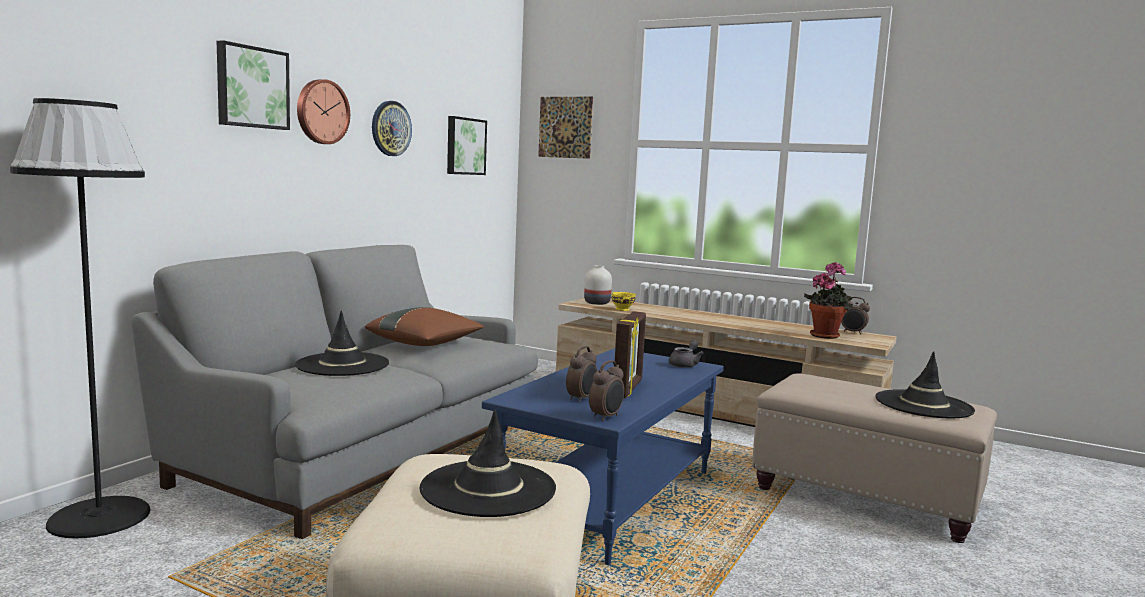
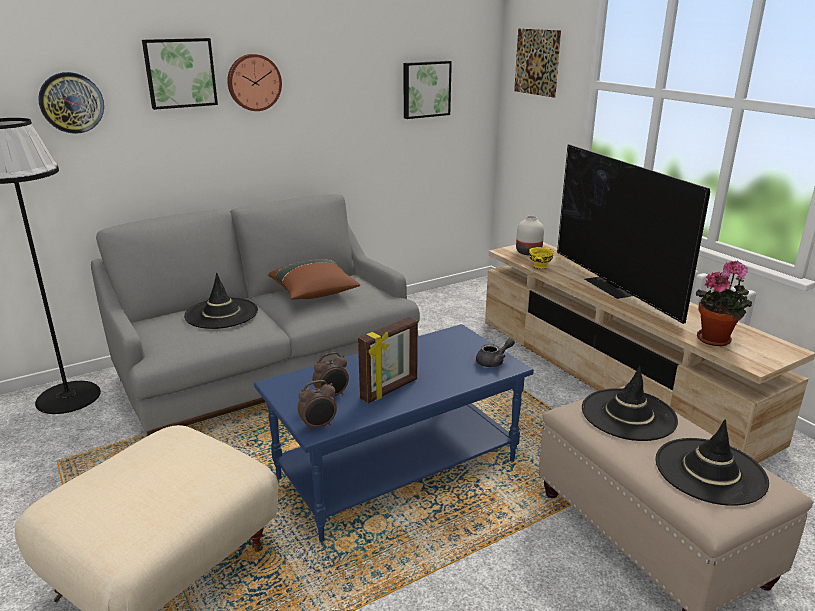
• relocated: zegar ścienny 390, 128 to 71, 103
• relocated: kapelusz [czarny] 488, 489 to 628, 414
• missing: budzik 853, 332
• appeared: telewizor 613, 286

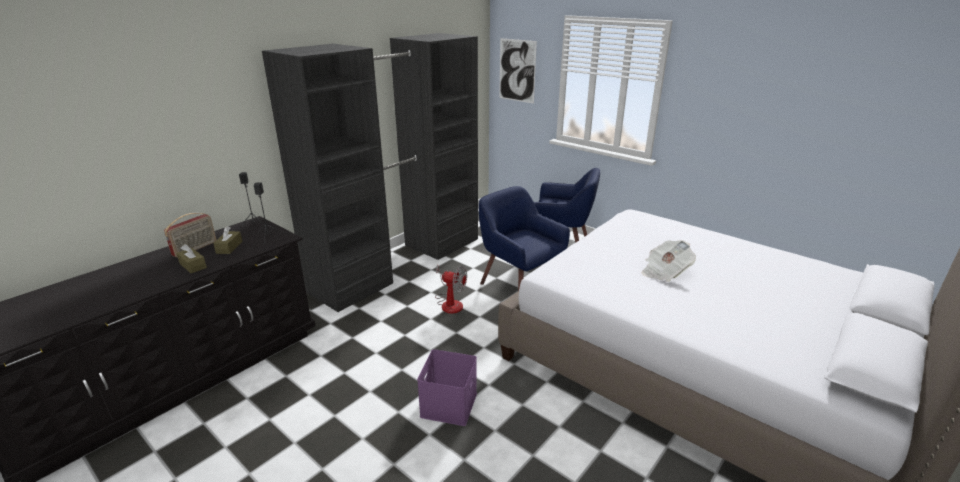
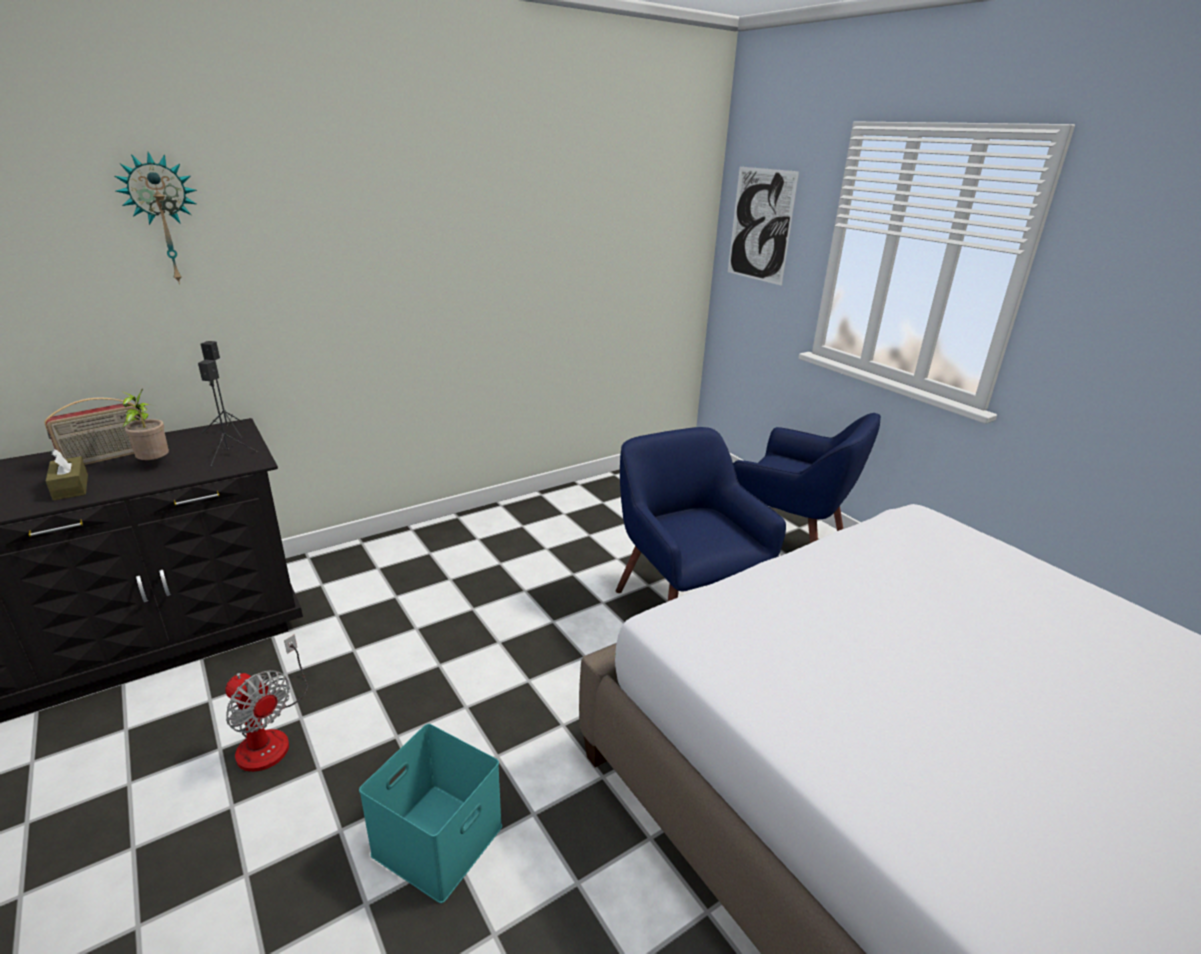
• exchanged: pudełko chusteczek [brązowy] 229, 247 to roślina doniczkowa 154, 464
• missing: szafa [czarny] 400, 262
• colour: pojemnik do przechowywania [fioletowy] 449, 405 to pojemnik do przechowywania [turkusowy] 438, 843
• relocated: wentylator 450, 303 to 270, 736
• missing: gazeta 664, 272
• appeared: zegar ścienny 163, 219

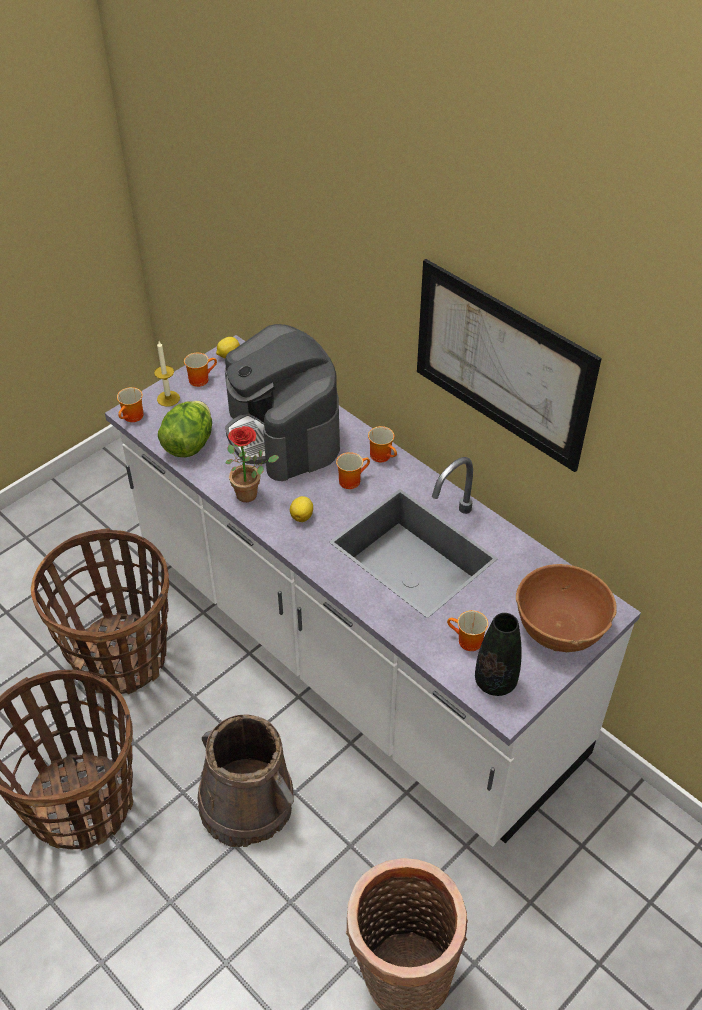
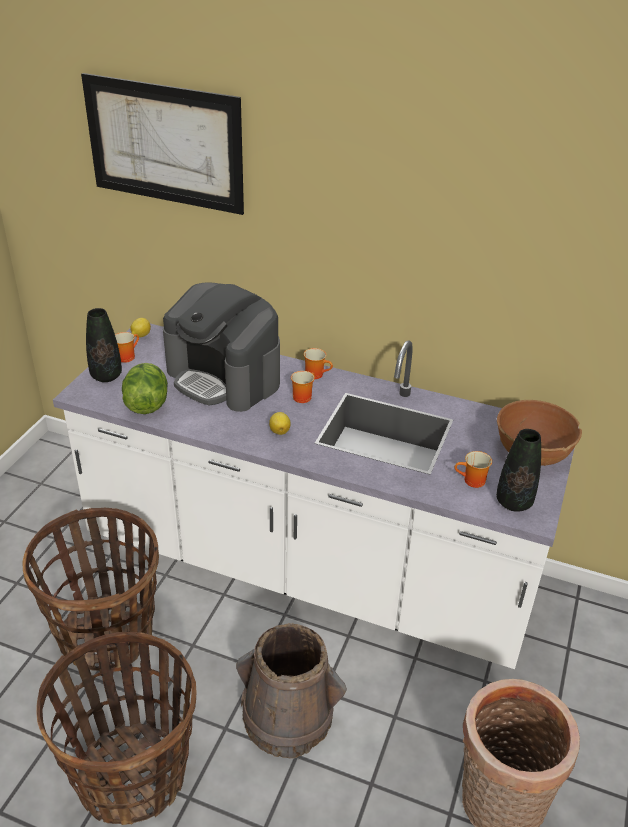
• missing: kubek 133, 417
• exchanged: świeca 168, 398 to wazon [czarny] 106, 376
• missing: roślina doniczkowa 251, 494
• relocated: obraz 501, 364 to 164, 144

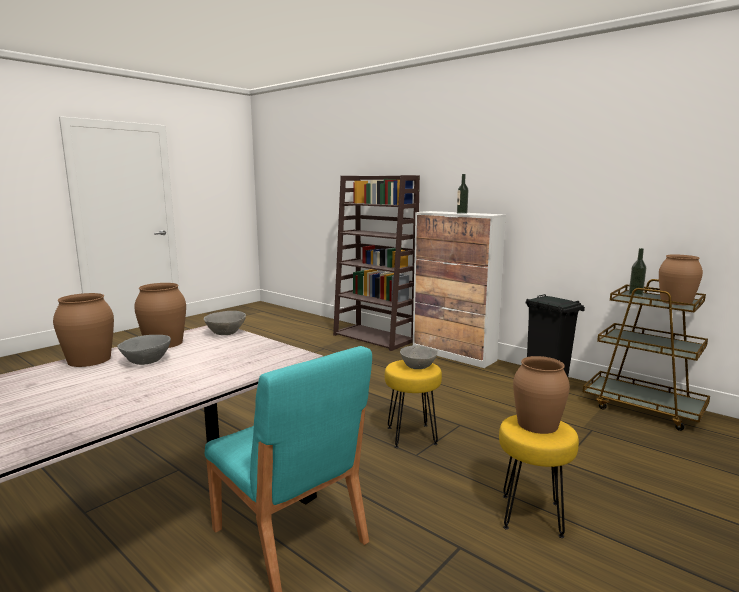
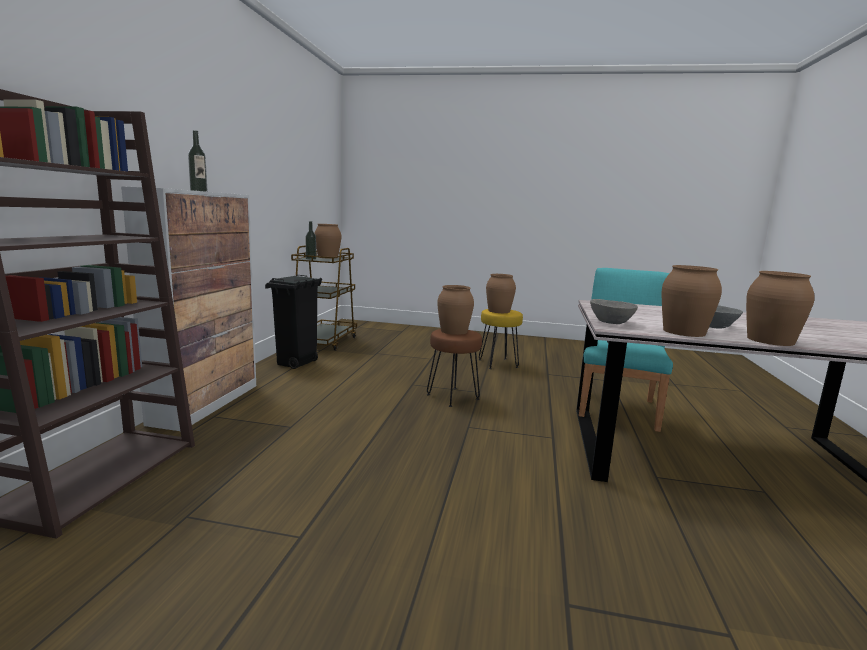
• colour: stołek [żółty] 412, 436 to stołek [brązowy] 452, 396
• exchanged: miska [szary] 418, 367 to wazon [brązowy] 454, 331

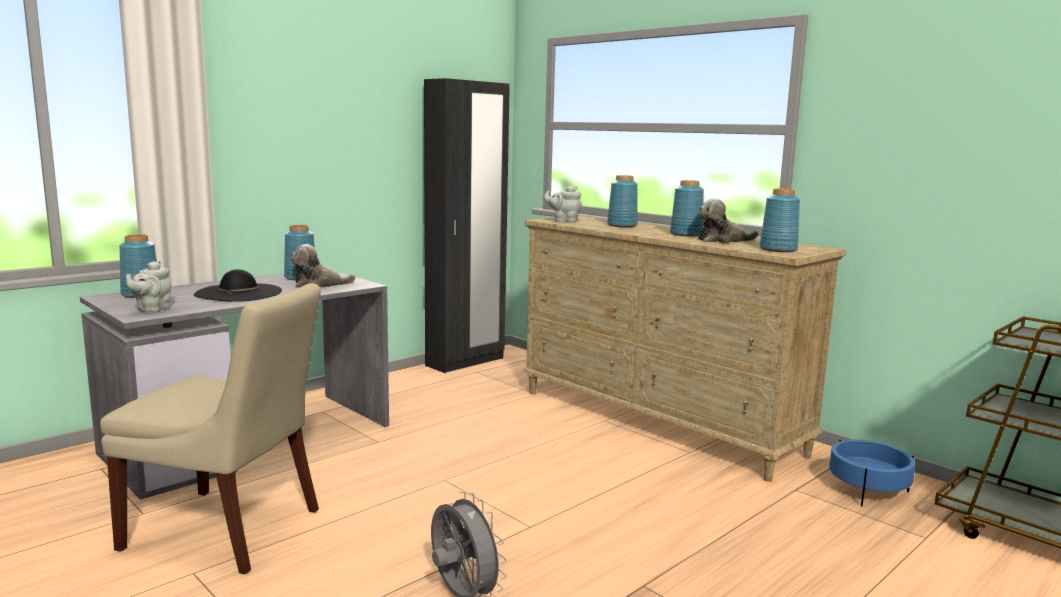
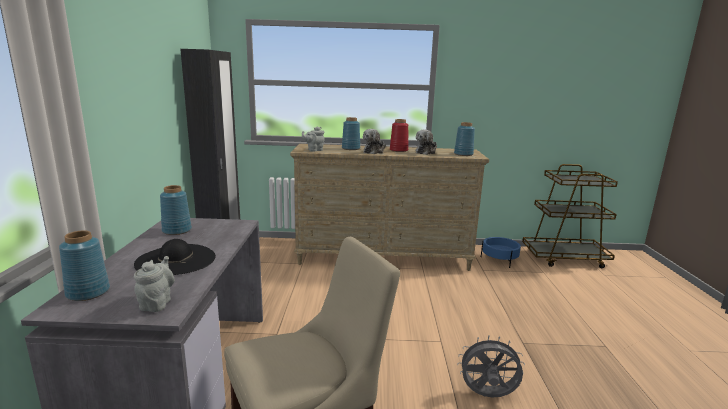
• spun: imbryk [szary] 151, 309 = 157, 303 150 degrees counterclockwise
• relocated: pluszak 319, 284 to 374, 151
• colour: wazon [niebieski] 685, 234 to wazon [czerwony] 398, 150

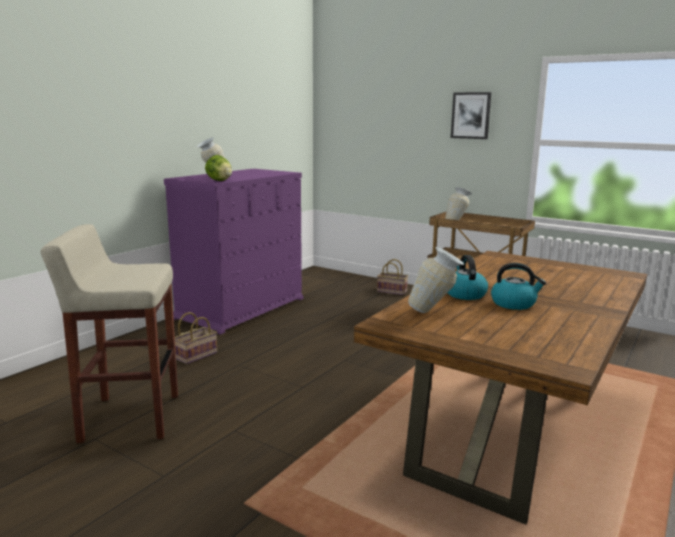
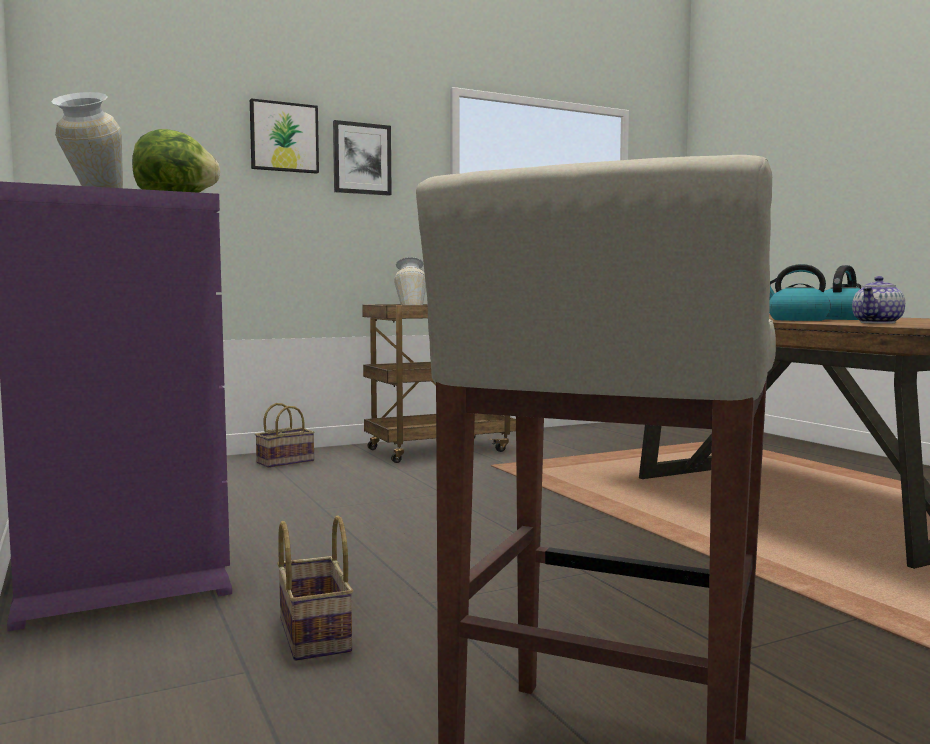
• exchanged: wazon 435, 312 to imbryk 878, 323
• appeared: obraz 284, 137

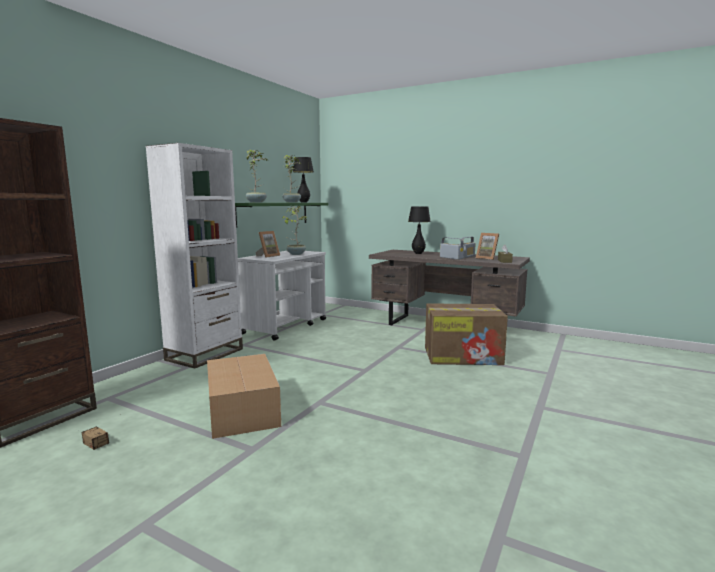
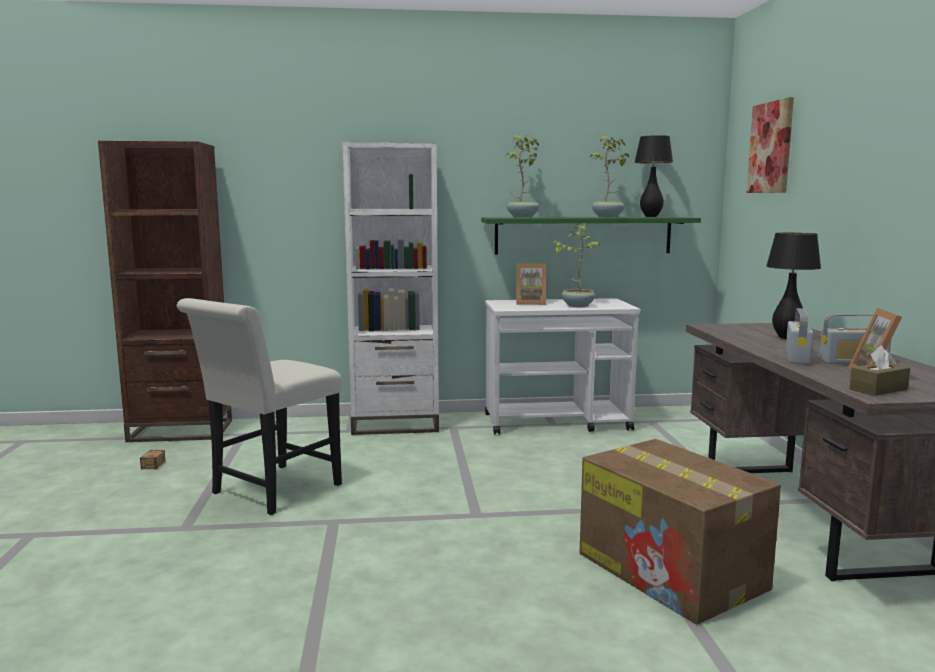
• exchanged: karton 242, 410 to krzesło [biały] 270, 492
• appeared: obraz 771, 147

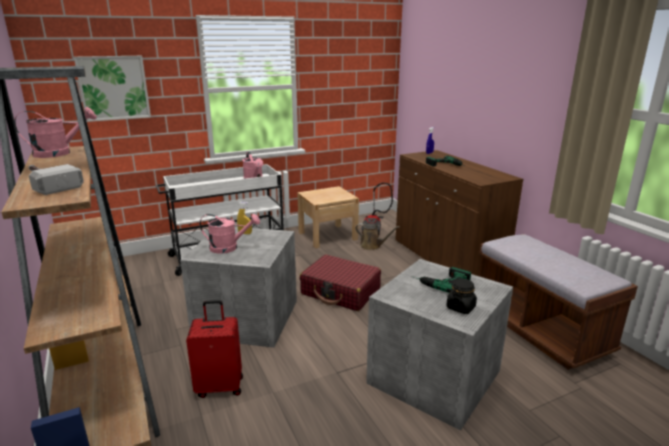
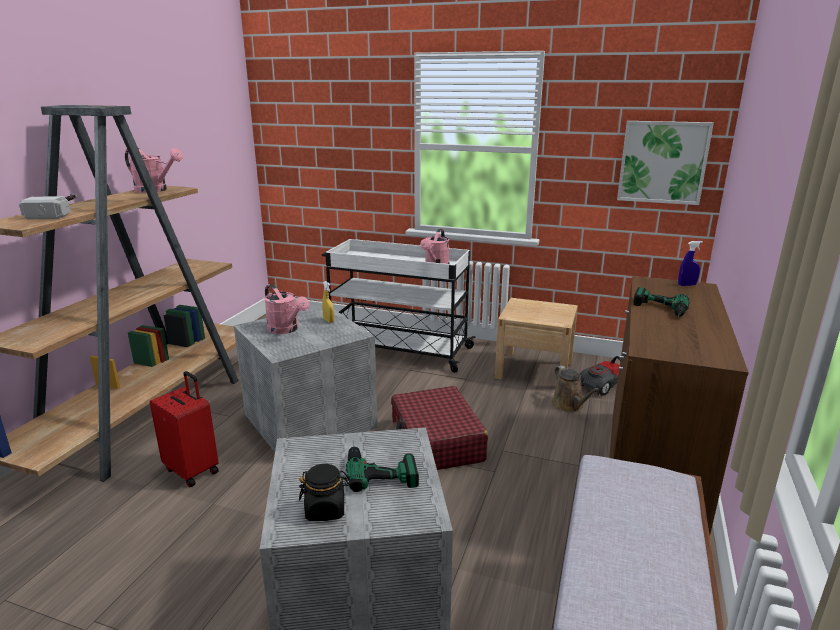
• relocated: obraz 114, 88 to 662, 162

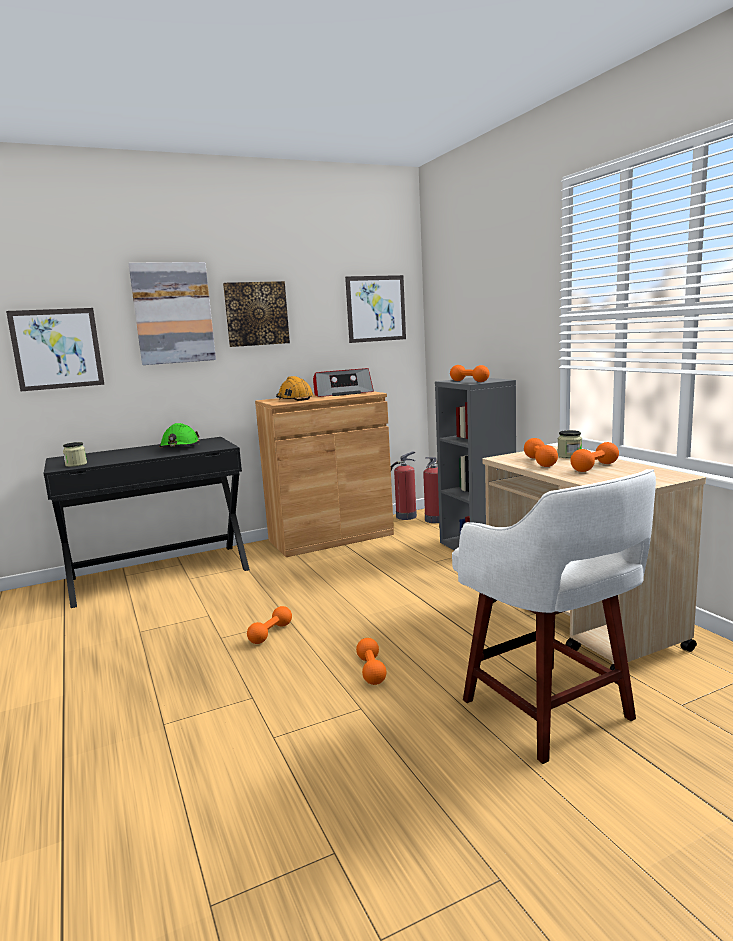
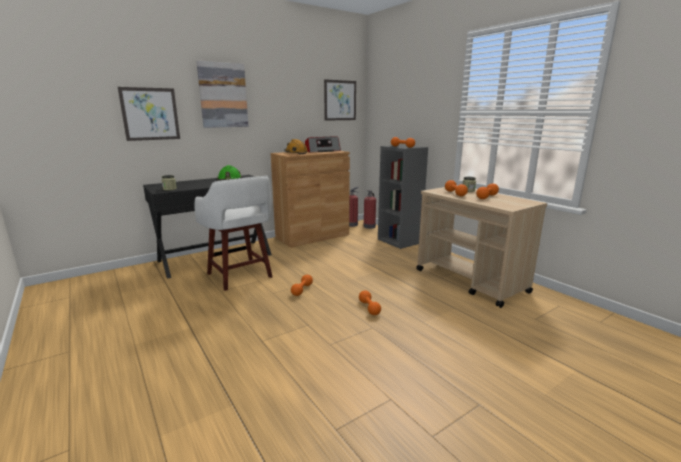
• missing: obraz 256, 314
• relocated: stołek [biały] 551, 712 to 240, 276

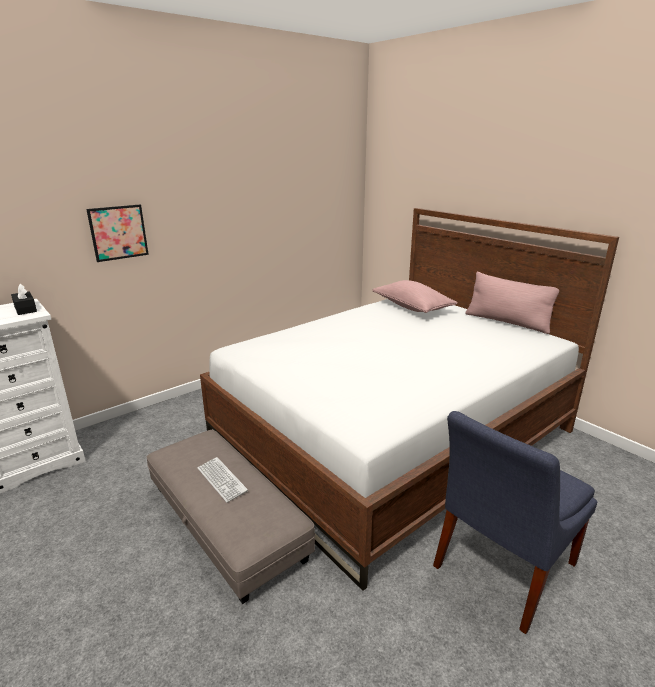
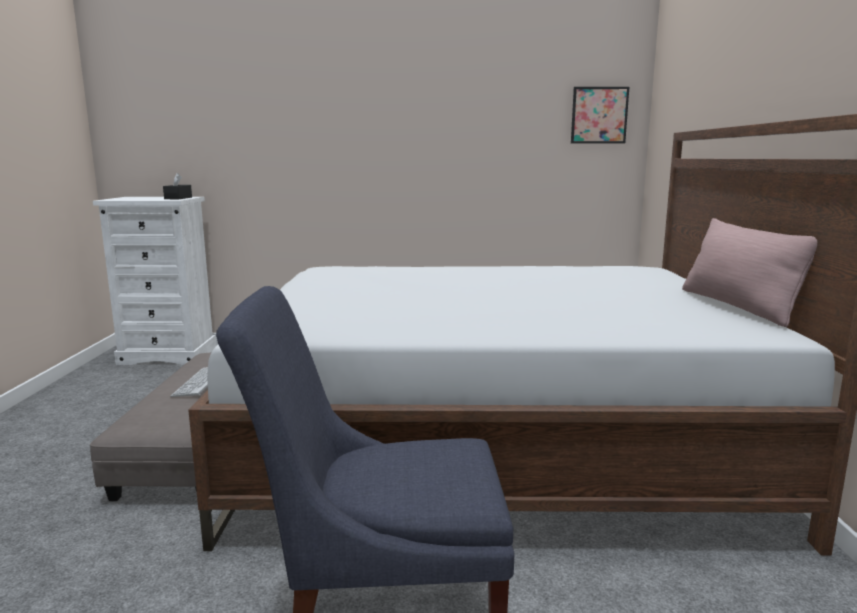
• relocated: obraz 118, 232 to 599, 115
• missing: poduszka [różowy] 412, 307

